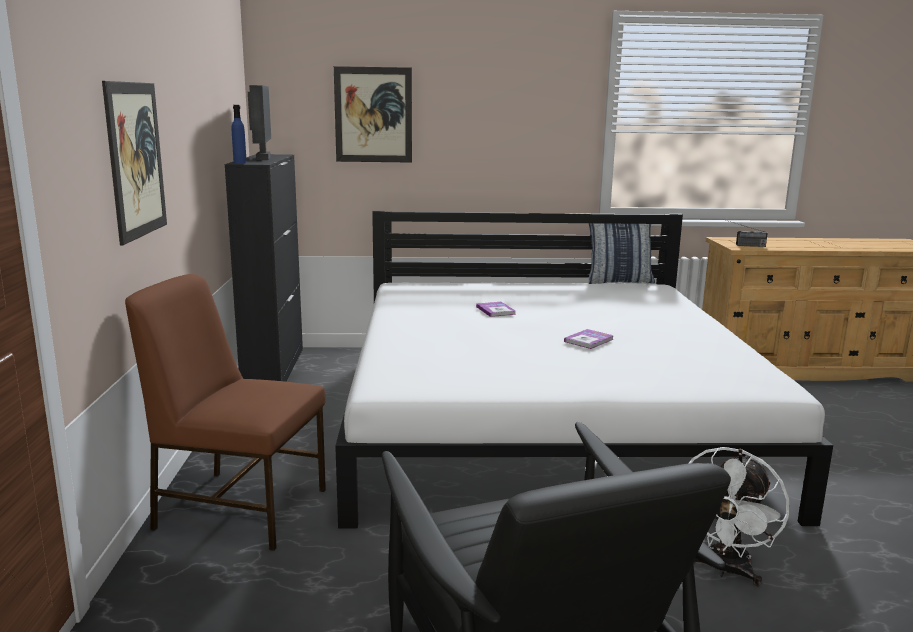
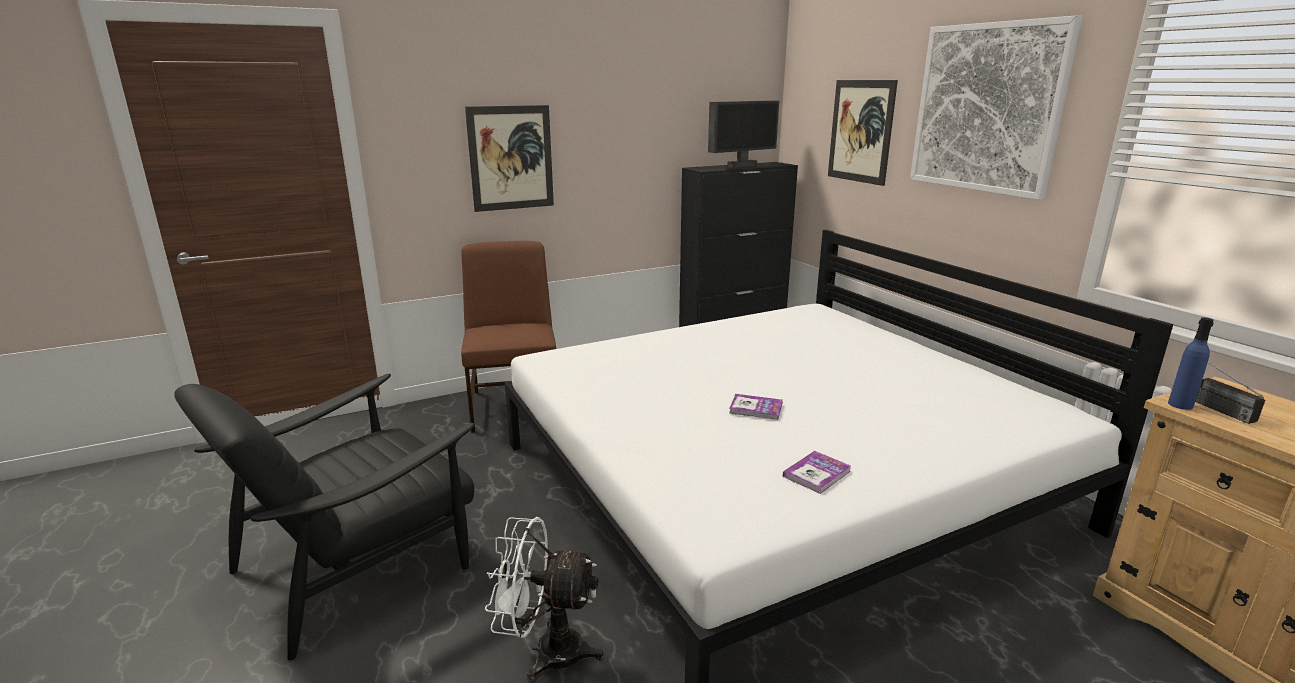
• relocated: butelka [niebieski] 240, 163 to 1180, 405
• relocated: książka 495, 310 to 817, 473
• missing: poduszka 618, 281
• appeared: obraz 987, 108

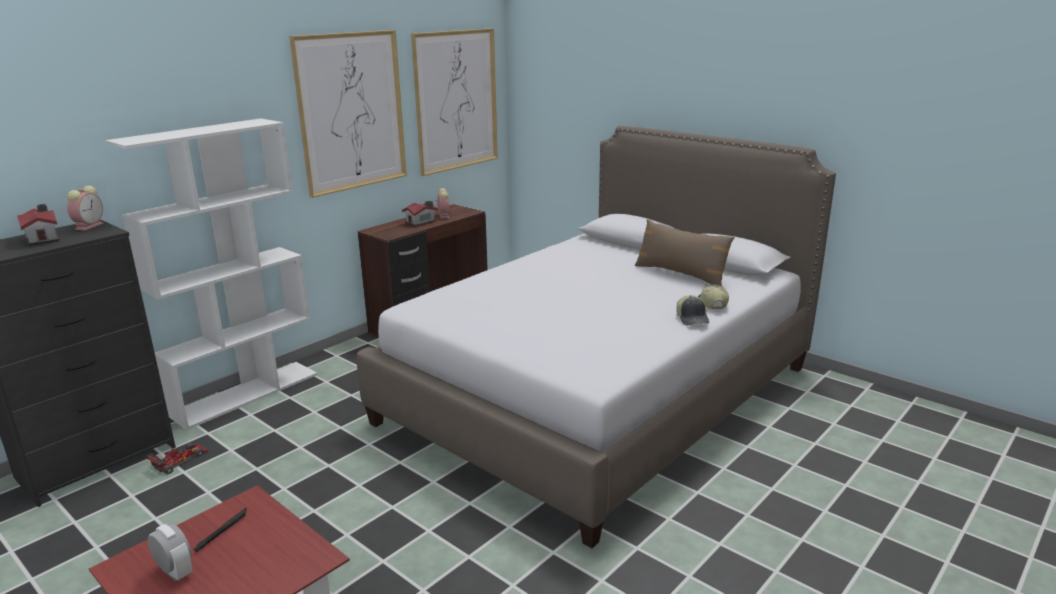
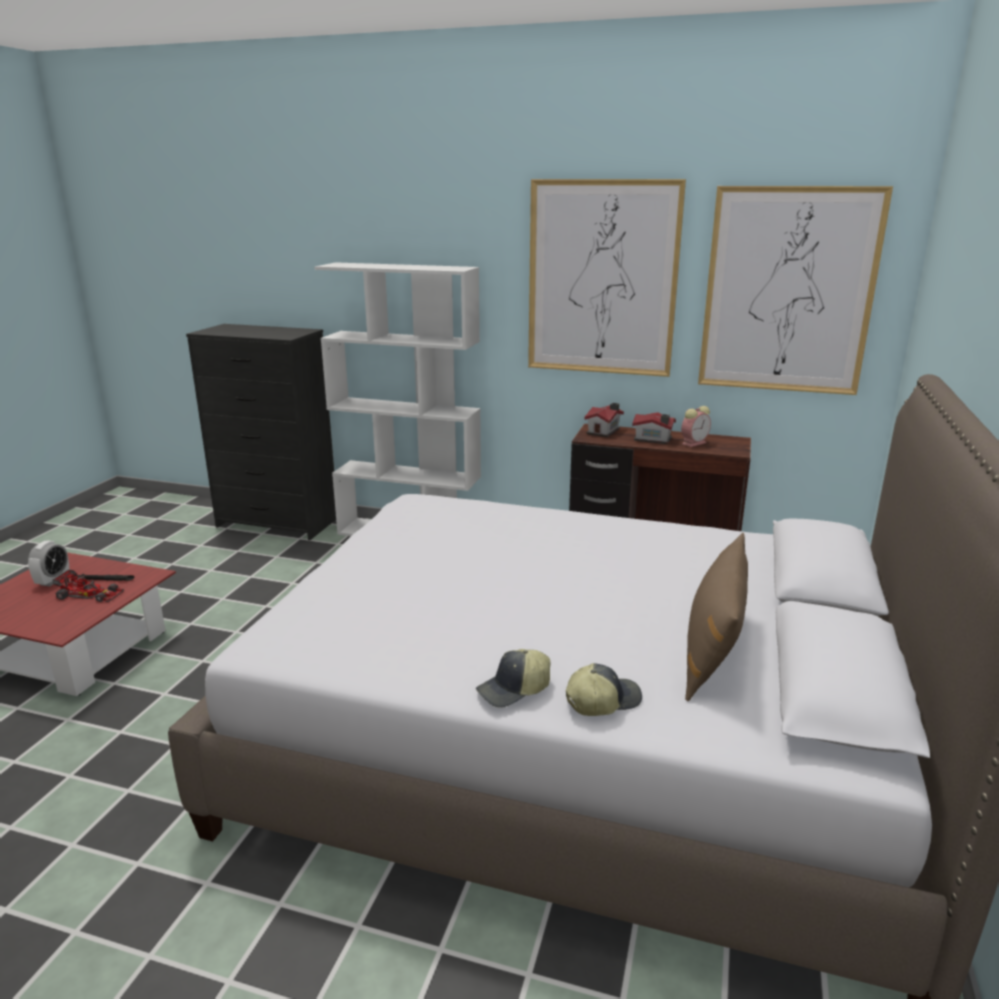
• relocated: domek 43, 238 to 604, 431
• missing: budzik 90, 226
• relocated: samochodzik 179, 460 to 90, 593

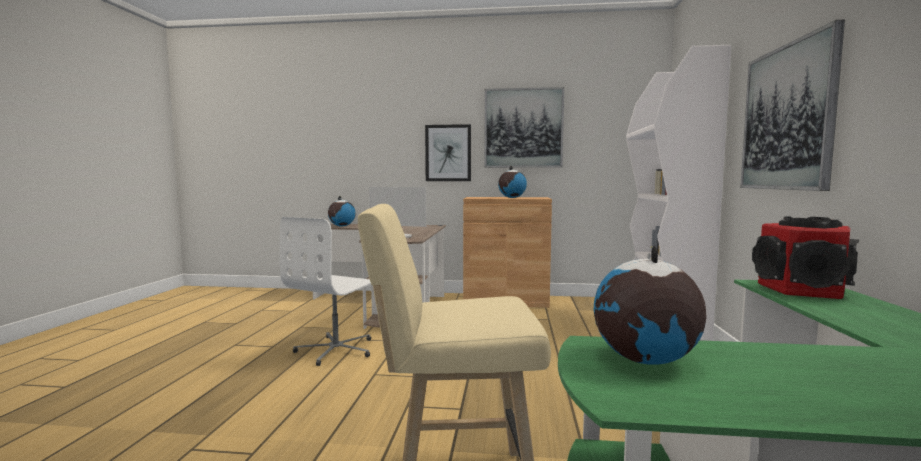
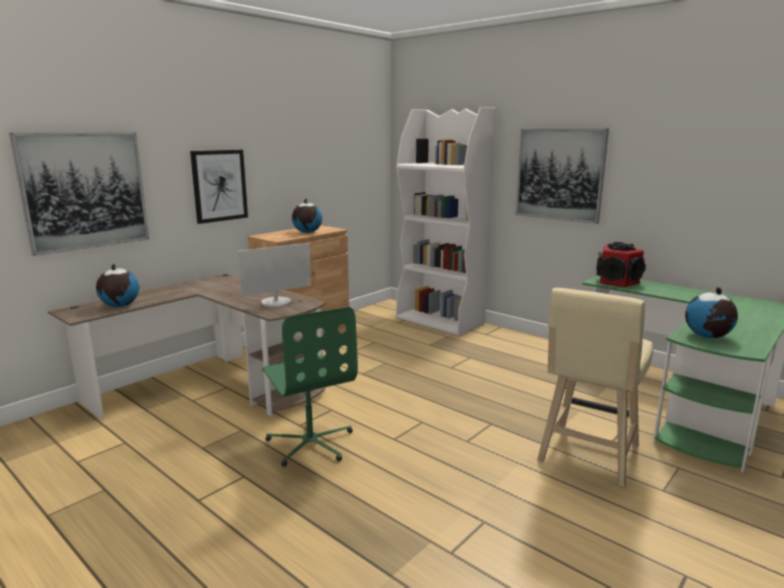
• colour: krzesło biurowe [biały] 336, 350 to krzesło biurowe [zielony] 311, 443
• relocated: obraz 523, 128 to 85, 191

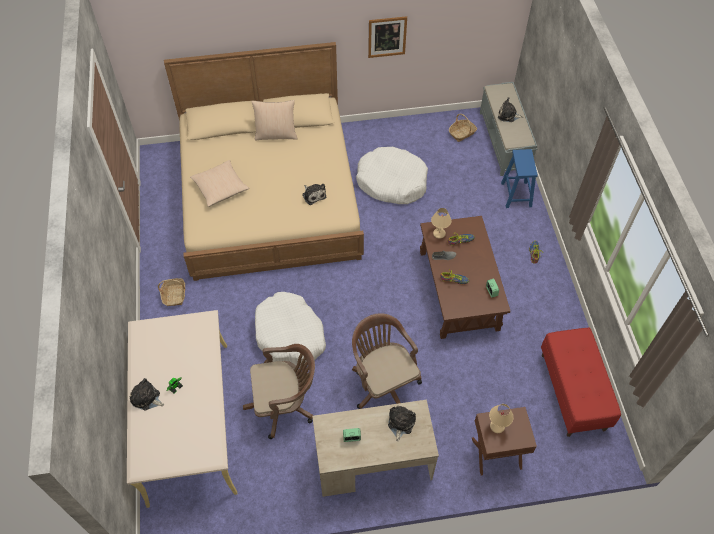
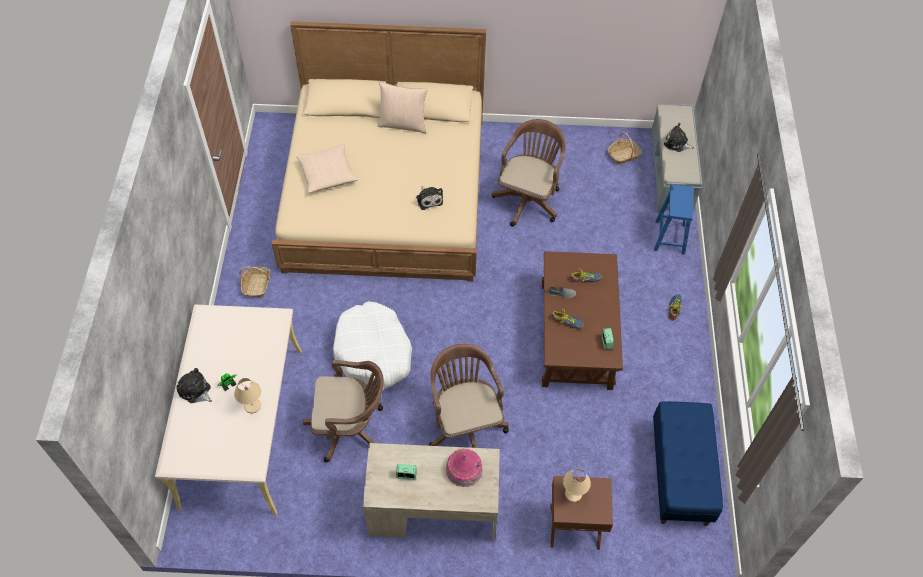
• exchanged: legowisko [biały] 392, 182 to krzesło biurowe [brązowy] 528, 199
• missing: obraz 387, 37
• exchanged: pluszak 400, 423 to domek 464, 469
• relocated: lampa stołowa [beżowy] 439, 233 to 252, 406
• colour: ławka [czerwony] 573, 391 to ławka [niebieski] 680, 474

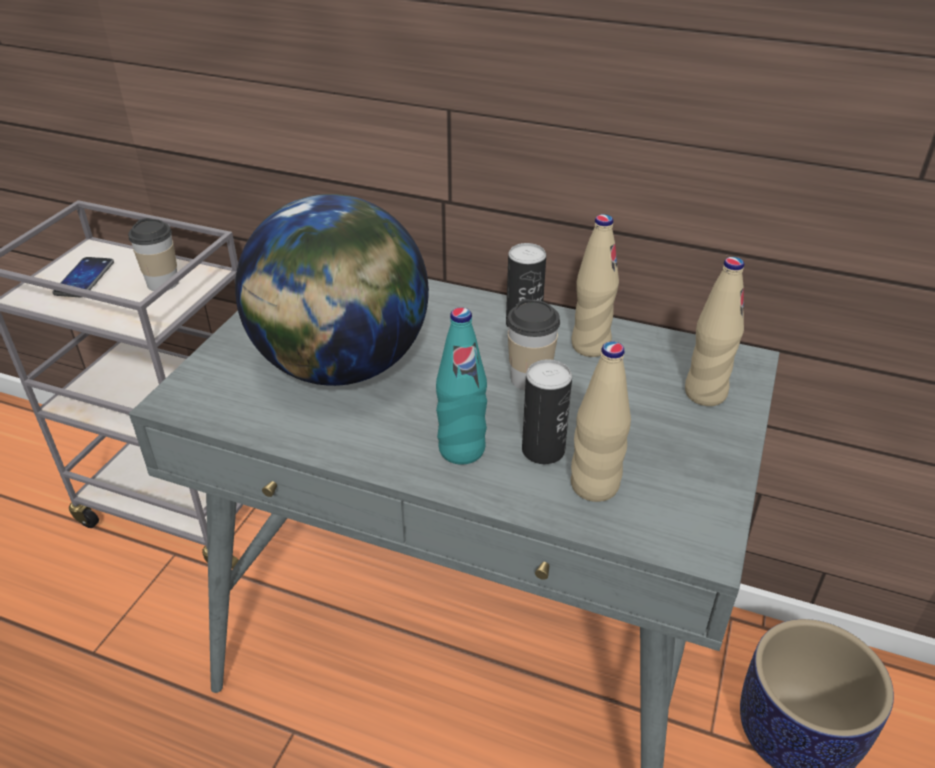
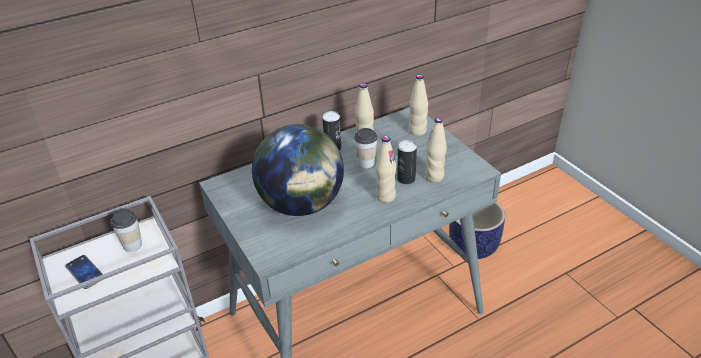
• colour: butelka [turkusowy] 461, 450 to butelka [beżowy] 385, 196

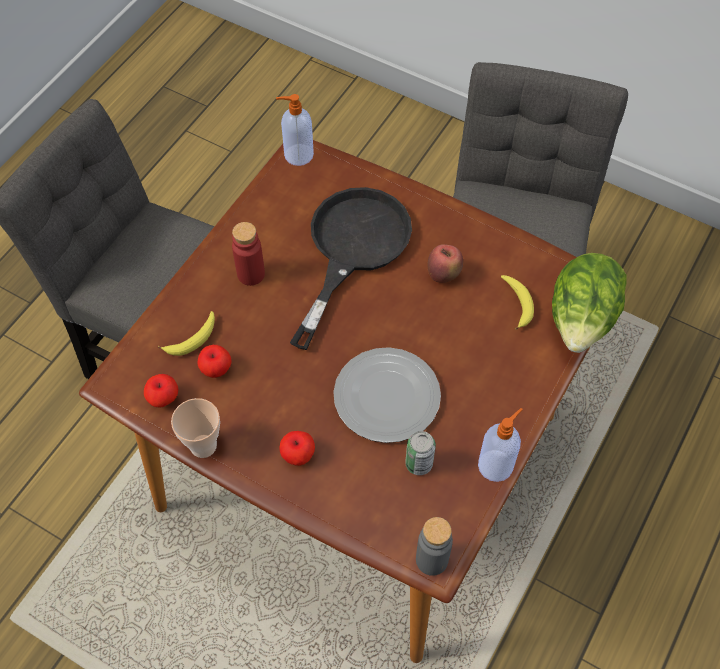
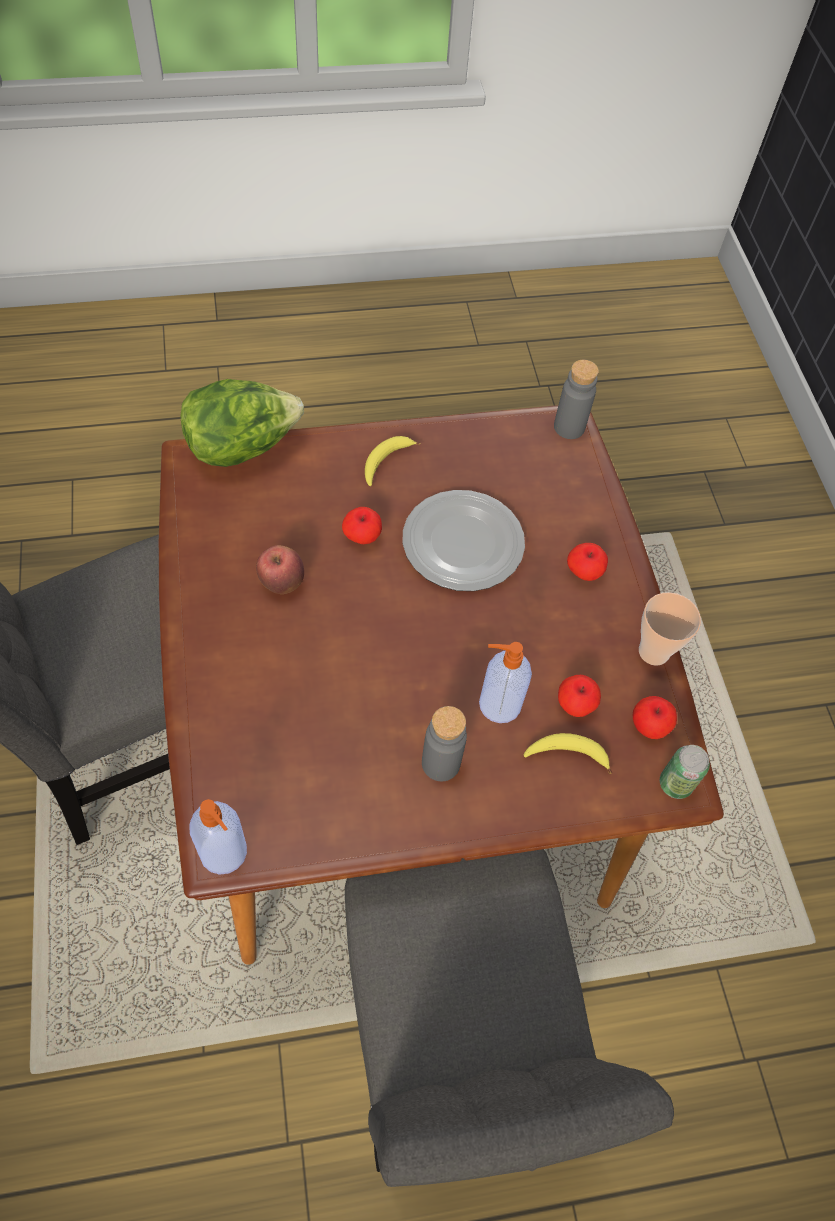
• colour: butelka [czerwony] 251, 274 to butelka [szary] 440, 763
• missing: patelnia [czarny] 352, 249
• relocated: puszka 419, 464 to 675, 784
• relocated: dozownik mydła 496, 465 to 498, 704
• relocated: banan 517, 304 to 385, 462
• appeared: jabłko 362, 536

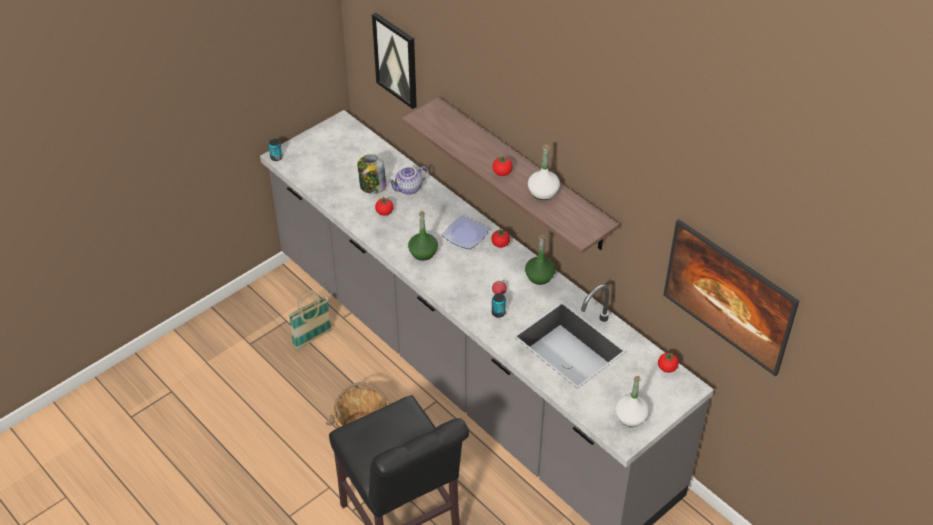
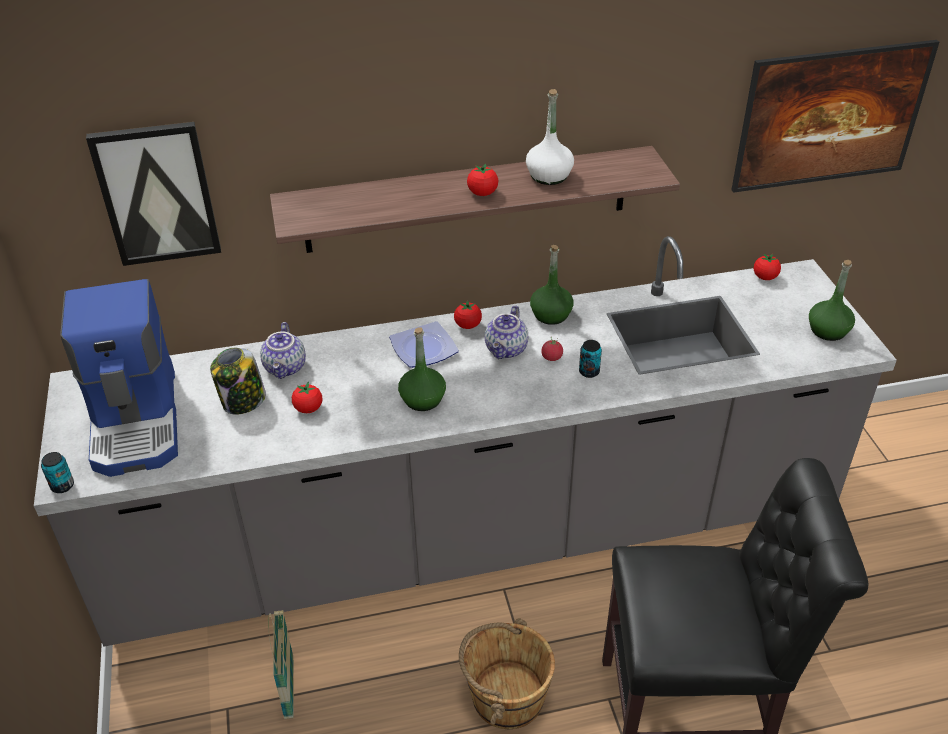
• colour: butelka [biały] 630, 417 to butelka [zielony] 828, 331
• appeared: ekspres do kawy 138, 421
• appeared: imbryk 507, 350

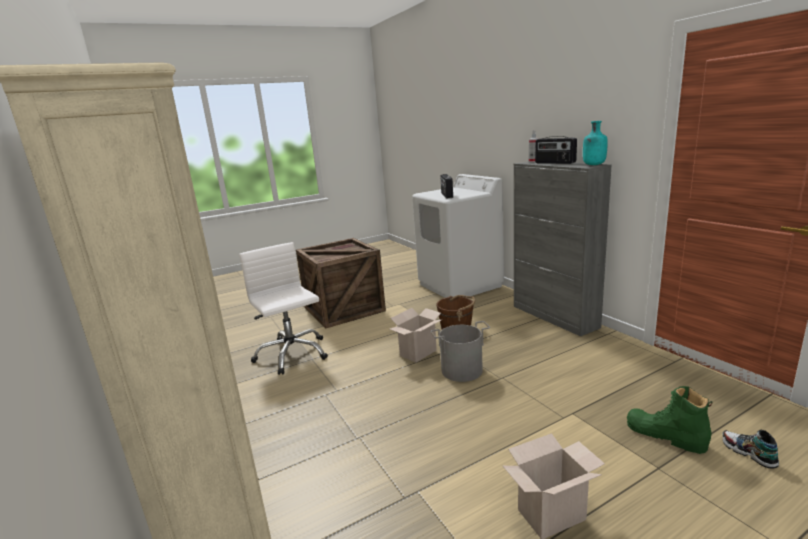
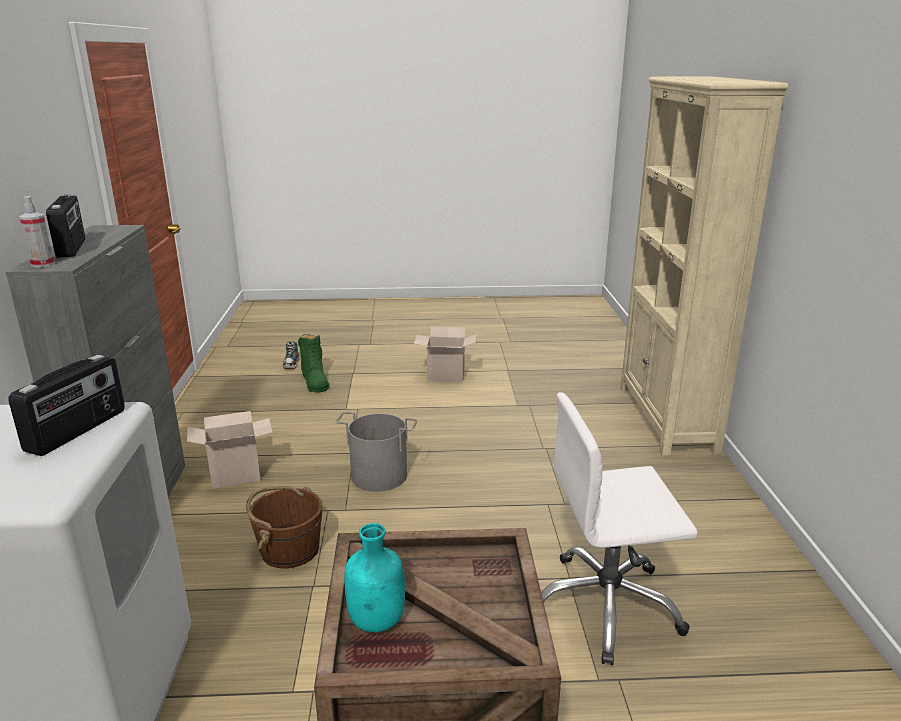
• spun: krzesło biurowe [biały] 291, 354 = 606, 606 90 degrees clockwise
• relocated: karton 418, 353 to 237, 475
• relocated: butelka [turkusowy] 593, 165 to 378, 620

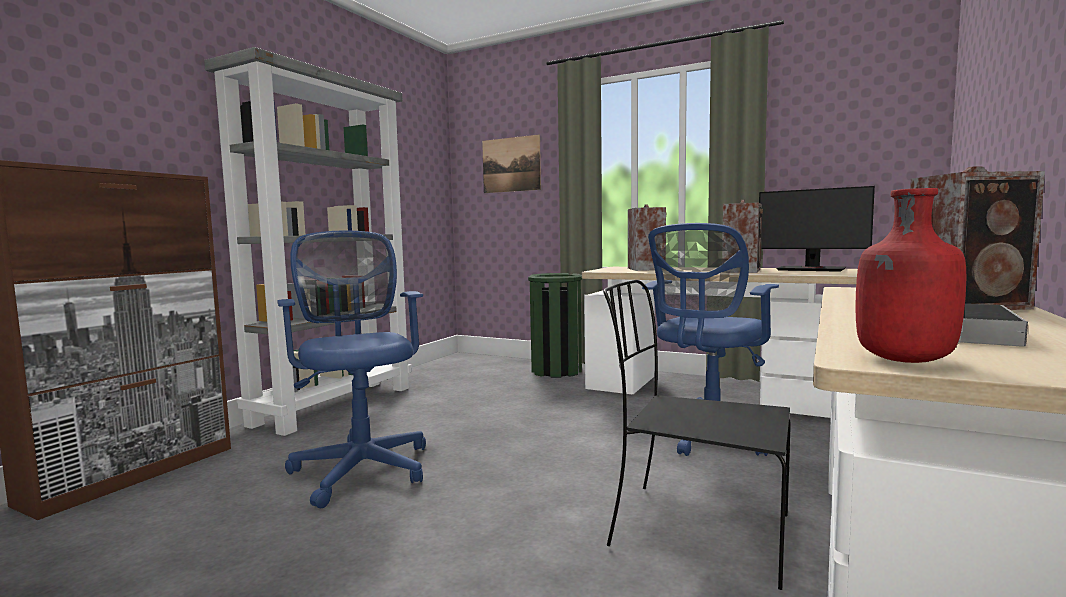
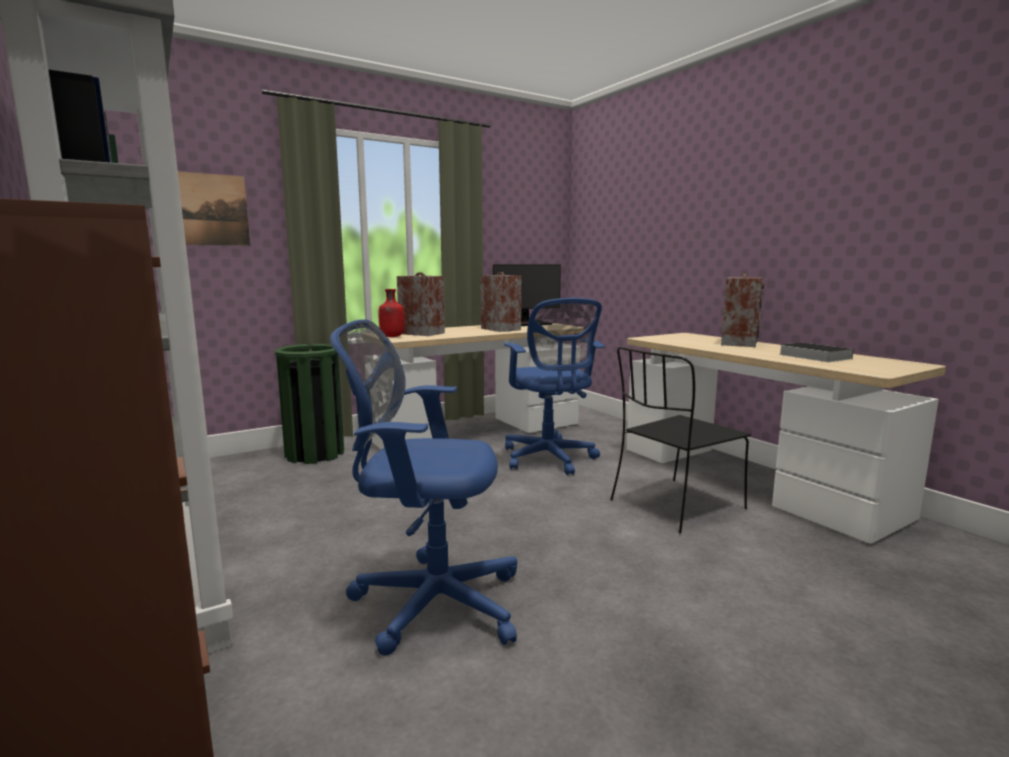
• relocated: butelka [czerwony] 902, 360 to 392, 337

